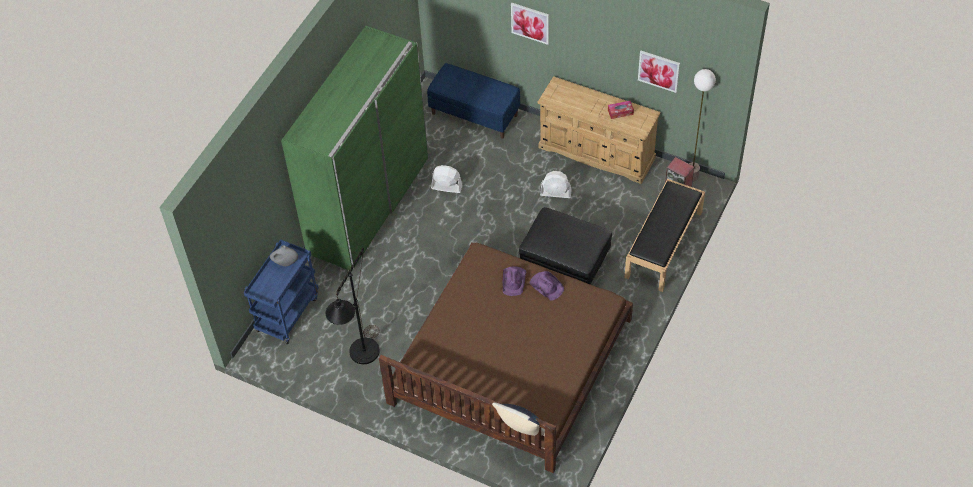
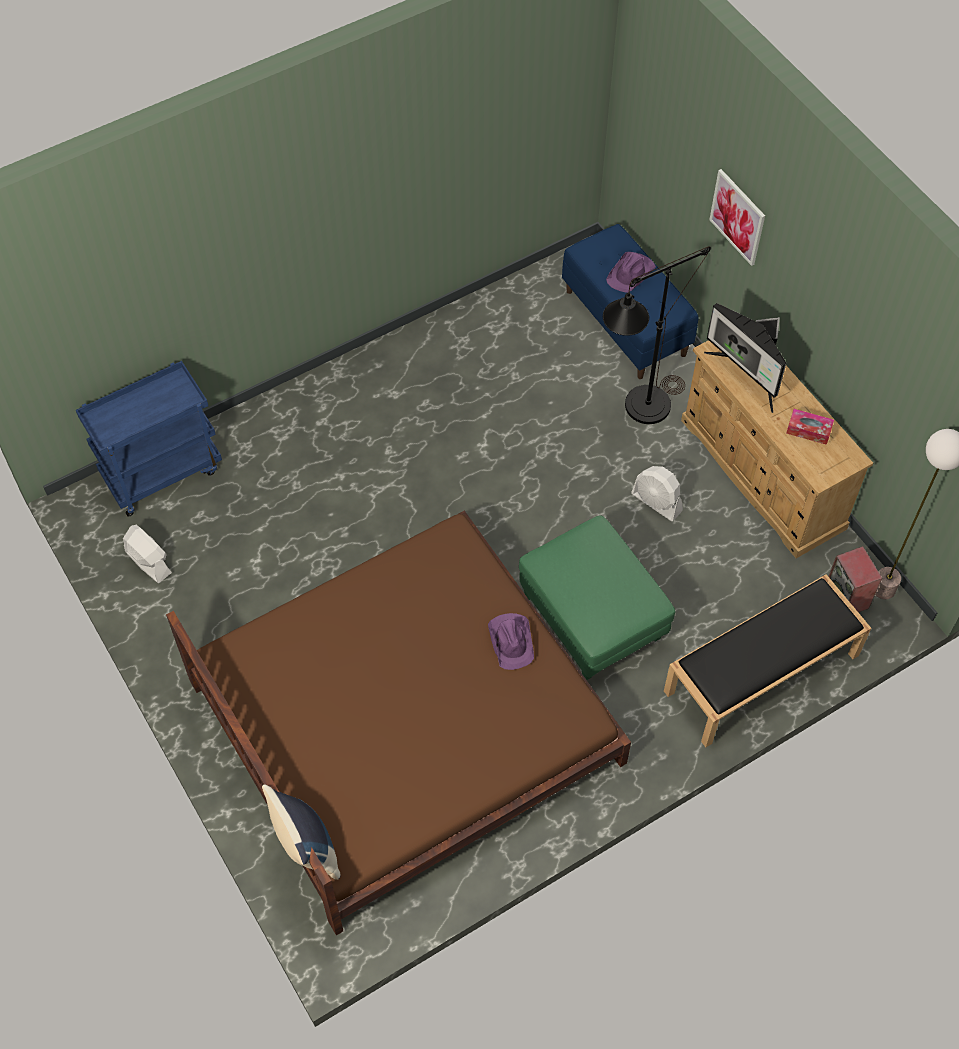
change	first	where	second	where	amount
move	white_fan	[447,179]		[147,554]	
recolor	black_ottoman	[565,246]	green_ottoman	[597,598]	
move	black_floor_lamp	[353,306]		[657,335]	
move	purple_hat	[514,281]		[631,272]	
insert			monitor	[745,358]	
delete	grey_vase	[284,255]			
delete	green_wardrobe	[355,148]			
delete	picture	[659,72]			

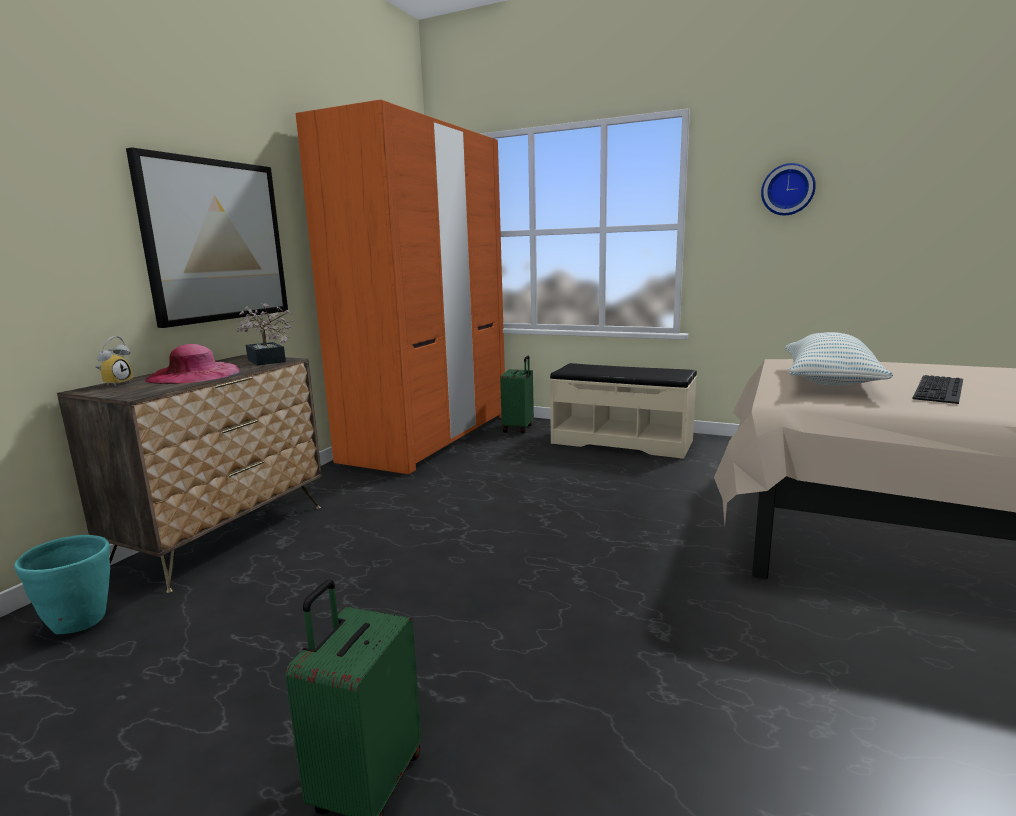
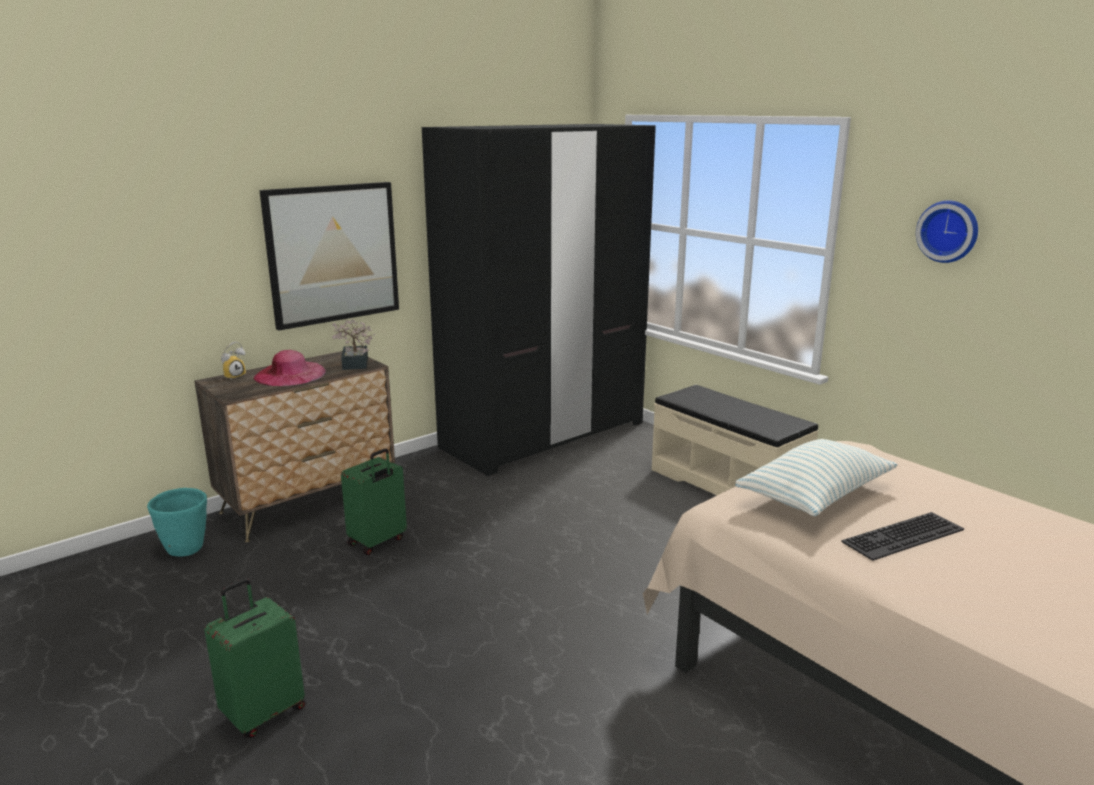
change	first	where	second	where	amount
move	green_suitcase	[517,394]		[374,501]	
recolor	orange_wardrobe	[400,287]	black_wardrobe	[539,300]	

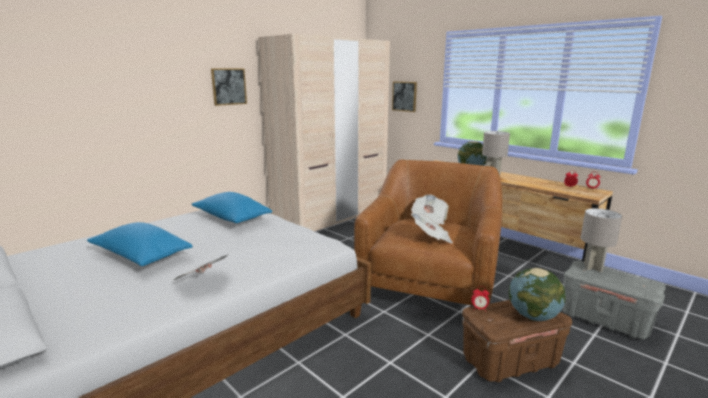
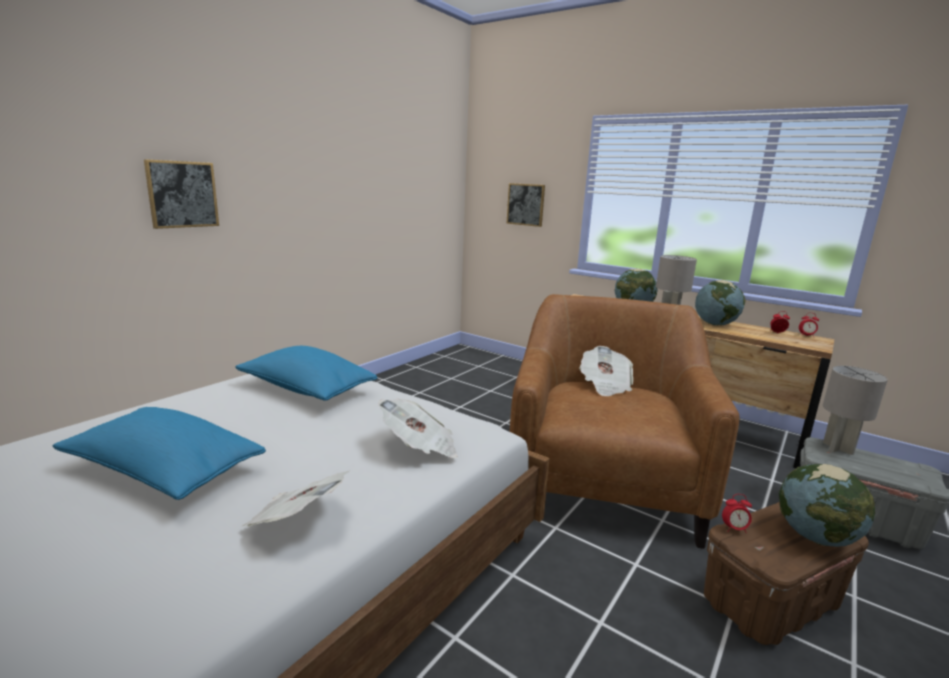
change	first	where	second	where	amount
move	picture	[229,87]		[181,194]	
move	newspaper	[432,228]		[418,428]	
insert			globe	[720,303]	
delete	beige_wardrobe	[324,132]			

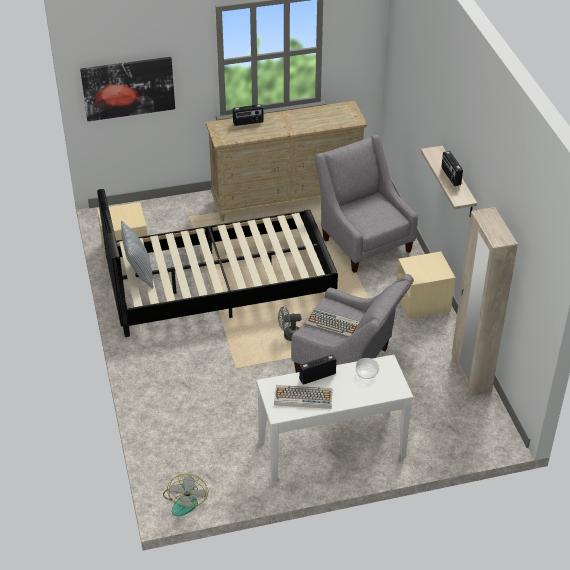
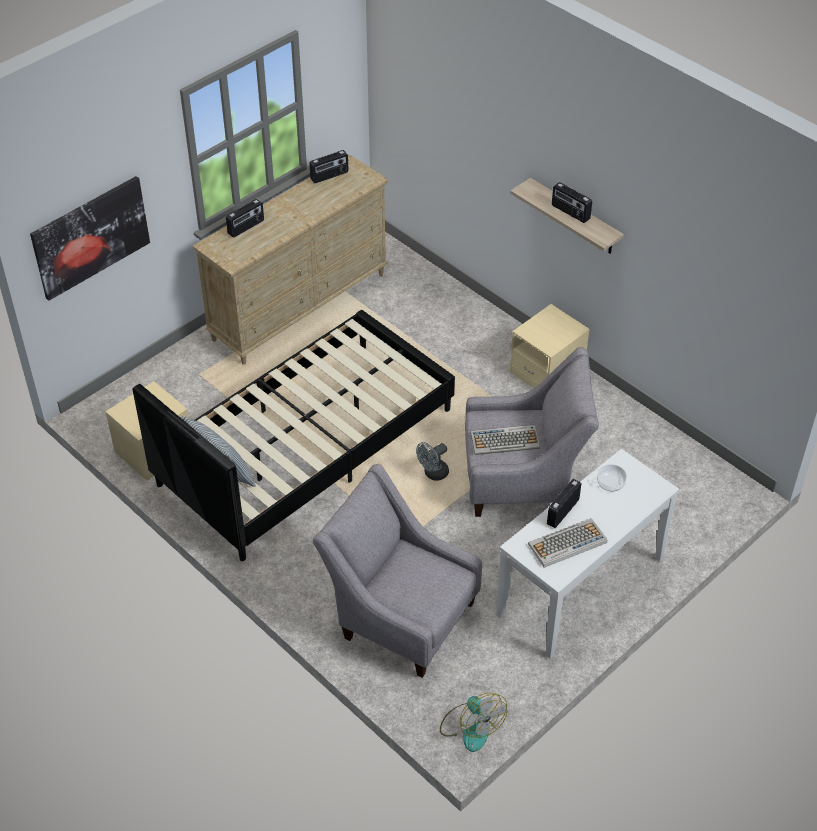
change	first	where	second	where	amount
insert			radio	[329,166]	
move	grey_armchair	[366,204]		[397,571]	
delete	beige_wardrobe	[485,301]			

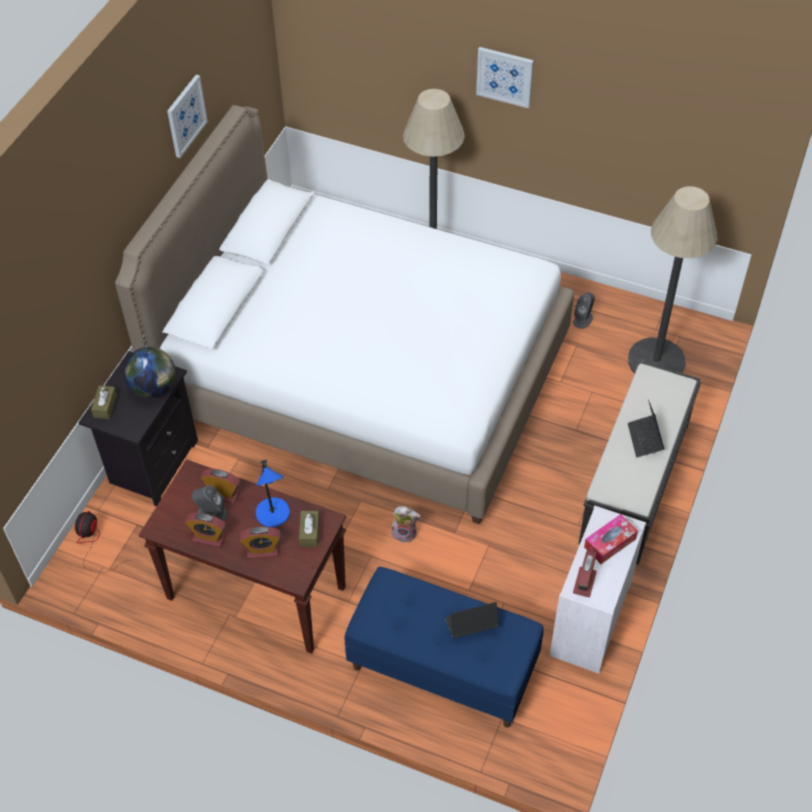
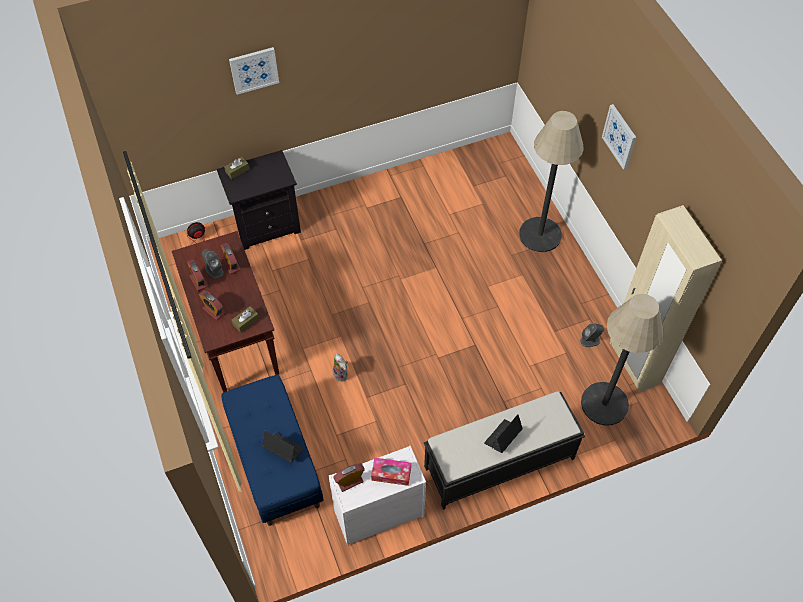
change	first	where	second	where	amount
move	picture	[187,116]		[254,71]	
insert			beige_wardrobe	[666,298]	
delete	white_bed	[344,314]			
delete	globe	[150,372]			
delete	blue_table_lamp	[272,493]			

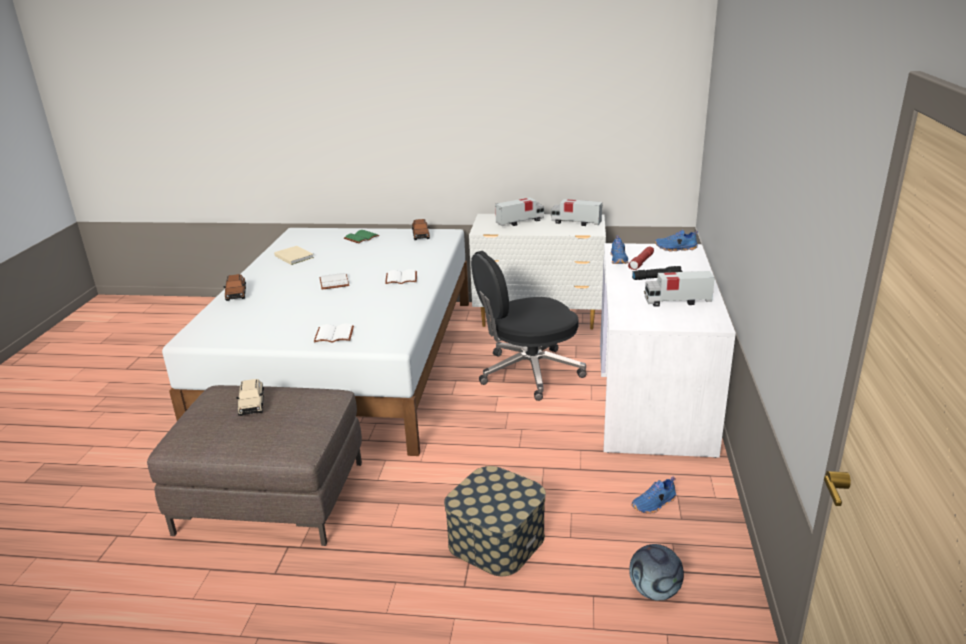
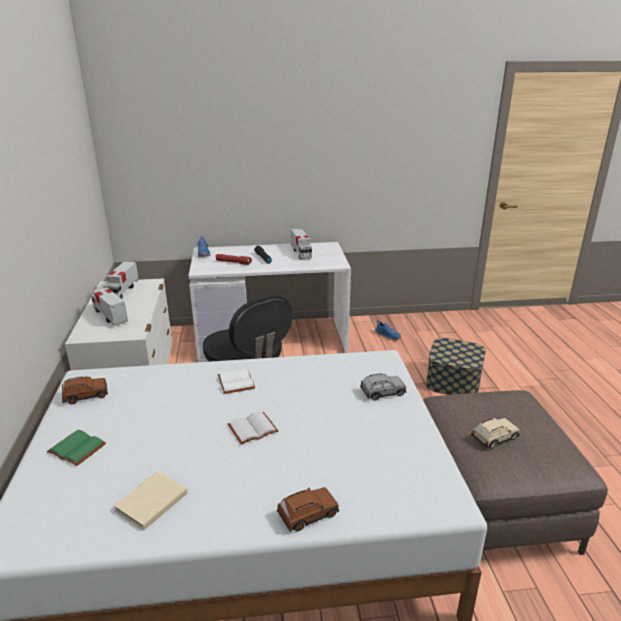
change	first	where	second	where	amount
replace	white_book	[334,333]	grey_toy_car	[383,387]	
delete	blue_shoe	[619,249]			
delete	football	[656,572]			

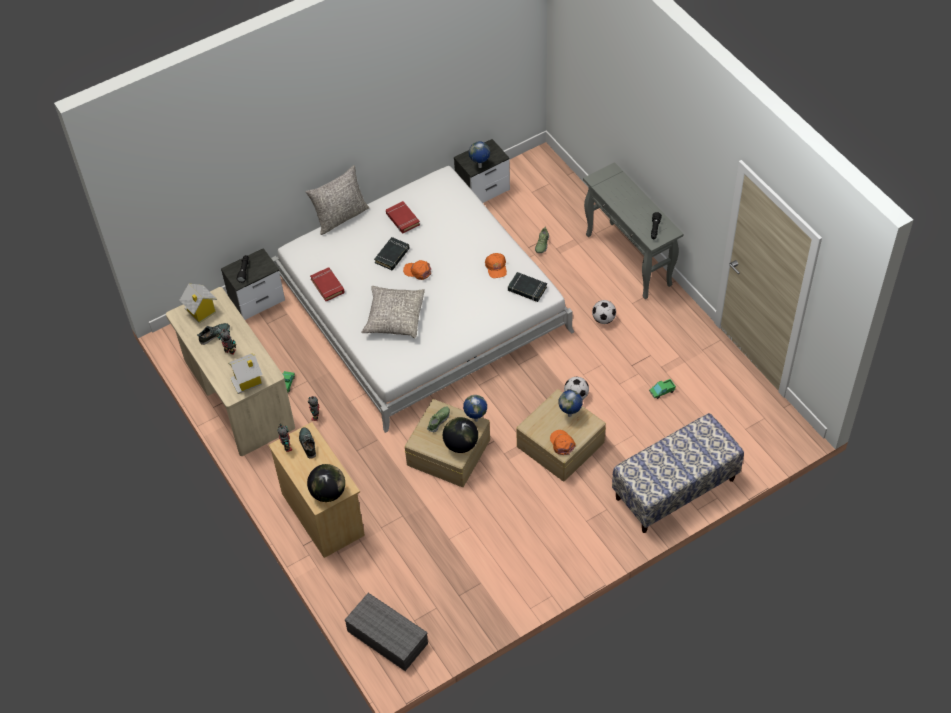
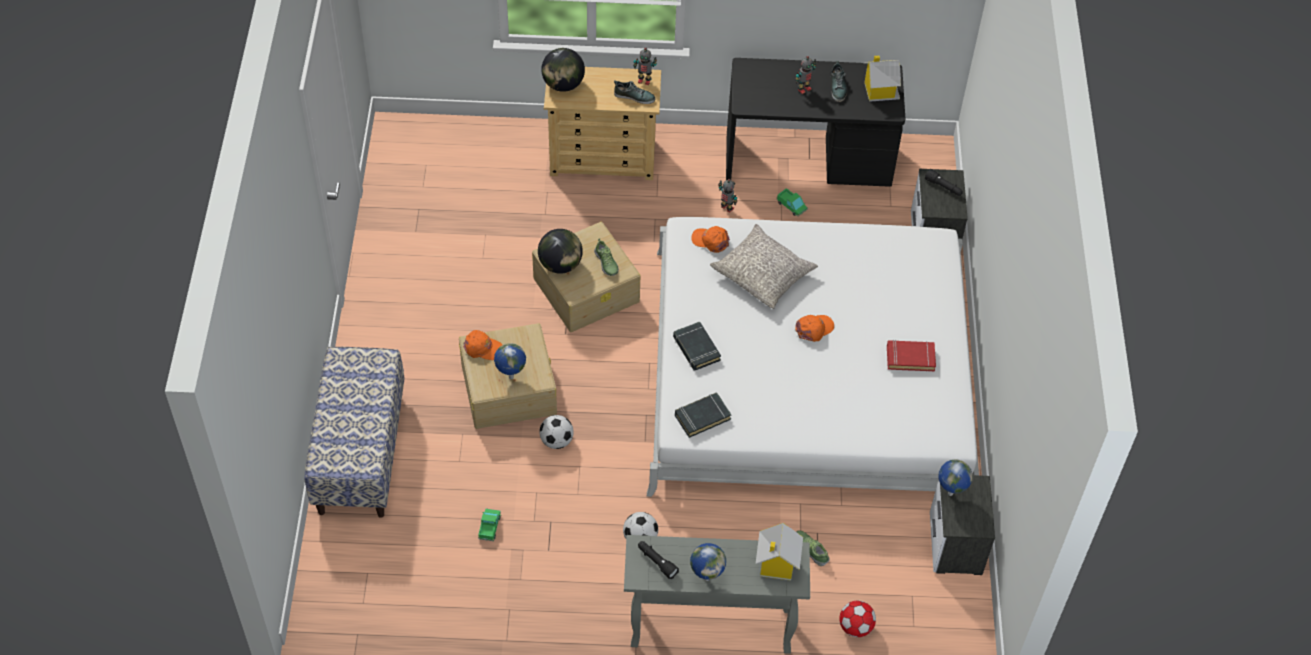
change	first	where	second	where	amount
move	black_book	[392,253]		[697,346]	
move	globe	[475,408]		[708,562]	
move	orange_cap	[496,265]		[710,239]	
recolor	beige_desk	[230,371]	black_desk	[815,122]	
move	toy_house	[245,373]		[779,552]	
insert			football	[857,619]	
delete	grey_pillow	[337,200]			
delete	red_book	[327,284]			
delete	grey_storage_box	[386,632]			

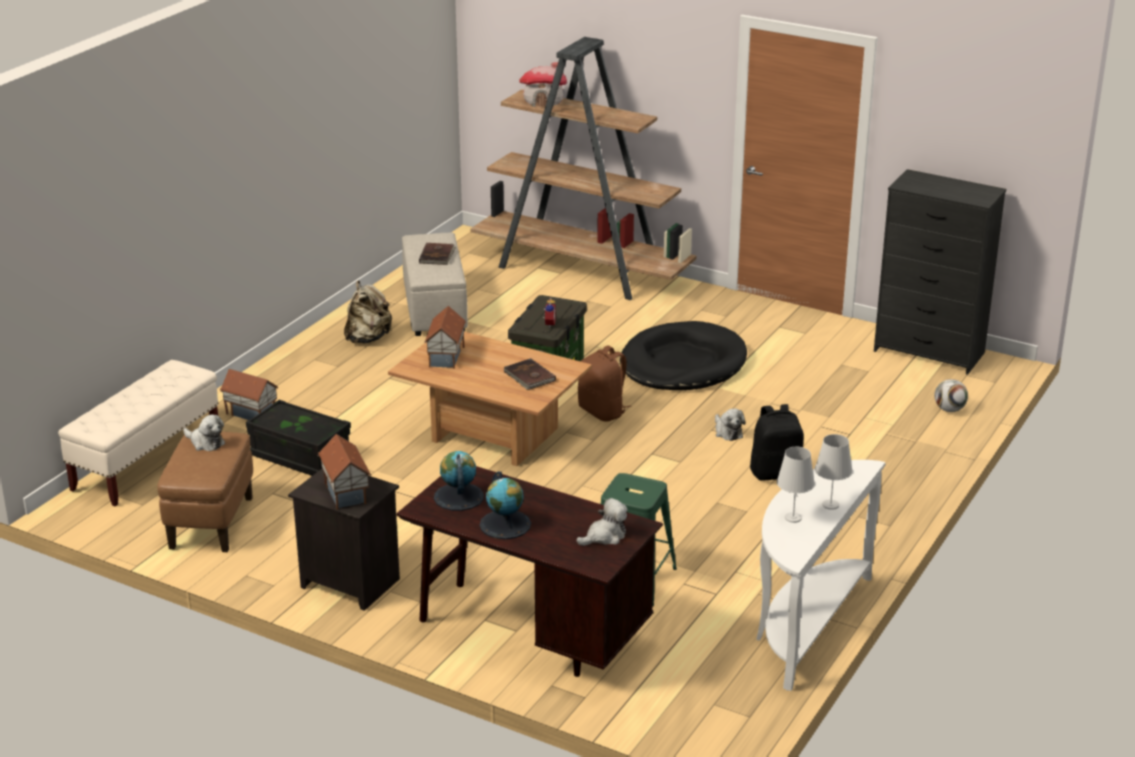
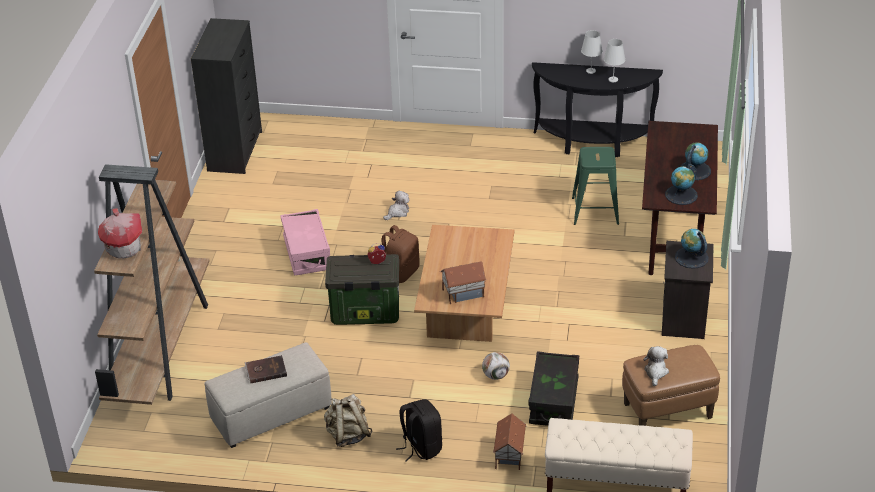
change	first	where	second	where	amount
replace	black_dog_bed	[683,355]	pink_storage_box	[305,242]	
move	black_backpack	[777,442]		[419,430]	
move	football	[951,395]		[496,366]	
recolor	white_console_table	[821,575]	black_console_table	[597,109]	
replace	toy_house	[344,472]	globe	[692,249]	
delete	brown_book	[530,374]			
delete	plush_toy	[602,522]			

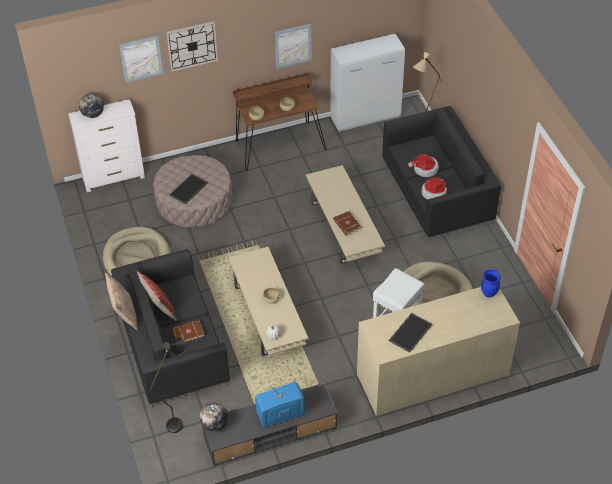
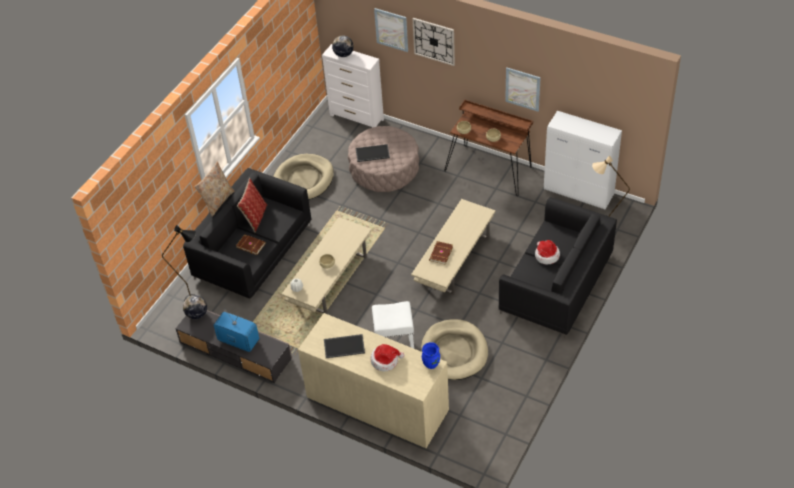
change	first	where	second	where	amount
move	hat	[434,188]		[387,357]	

